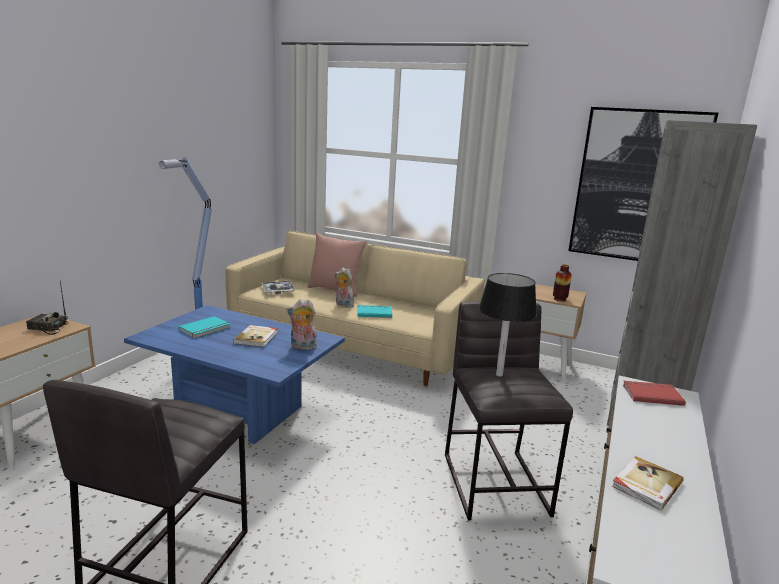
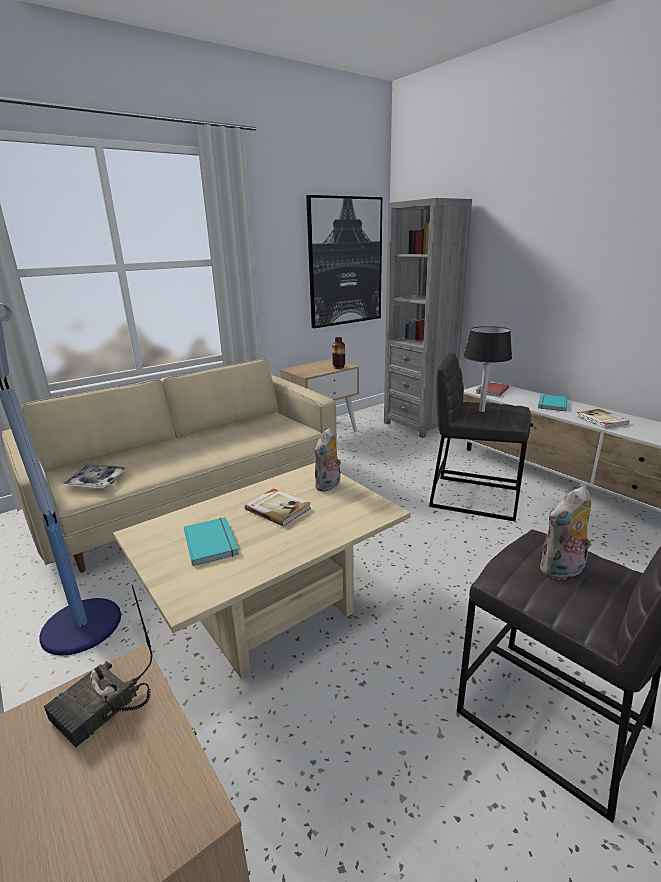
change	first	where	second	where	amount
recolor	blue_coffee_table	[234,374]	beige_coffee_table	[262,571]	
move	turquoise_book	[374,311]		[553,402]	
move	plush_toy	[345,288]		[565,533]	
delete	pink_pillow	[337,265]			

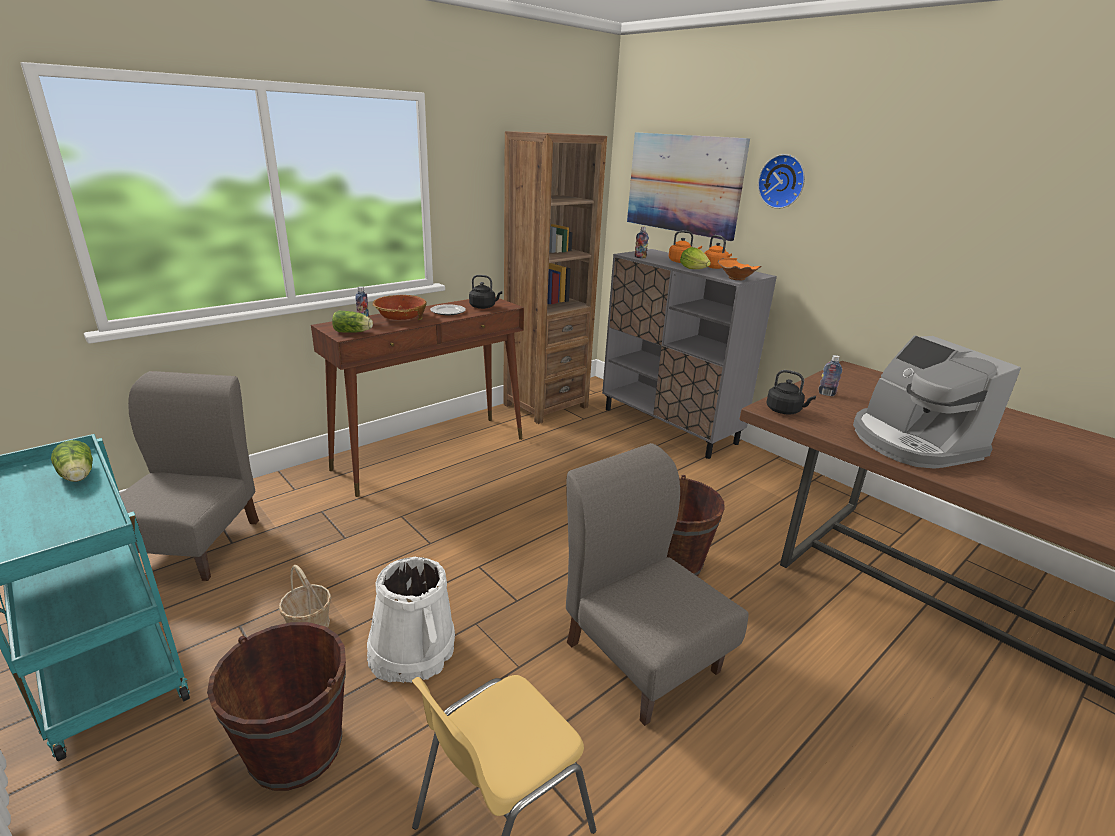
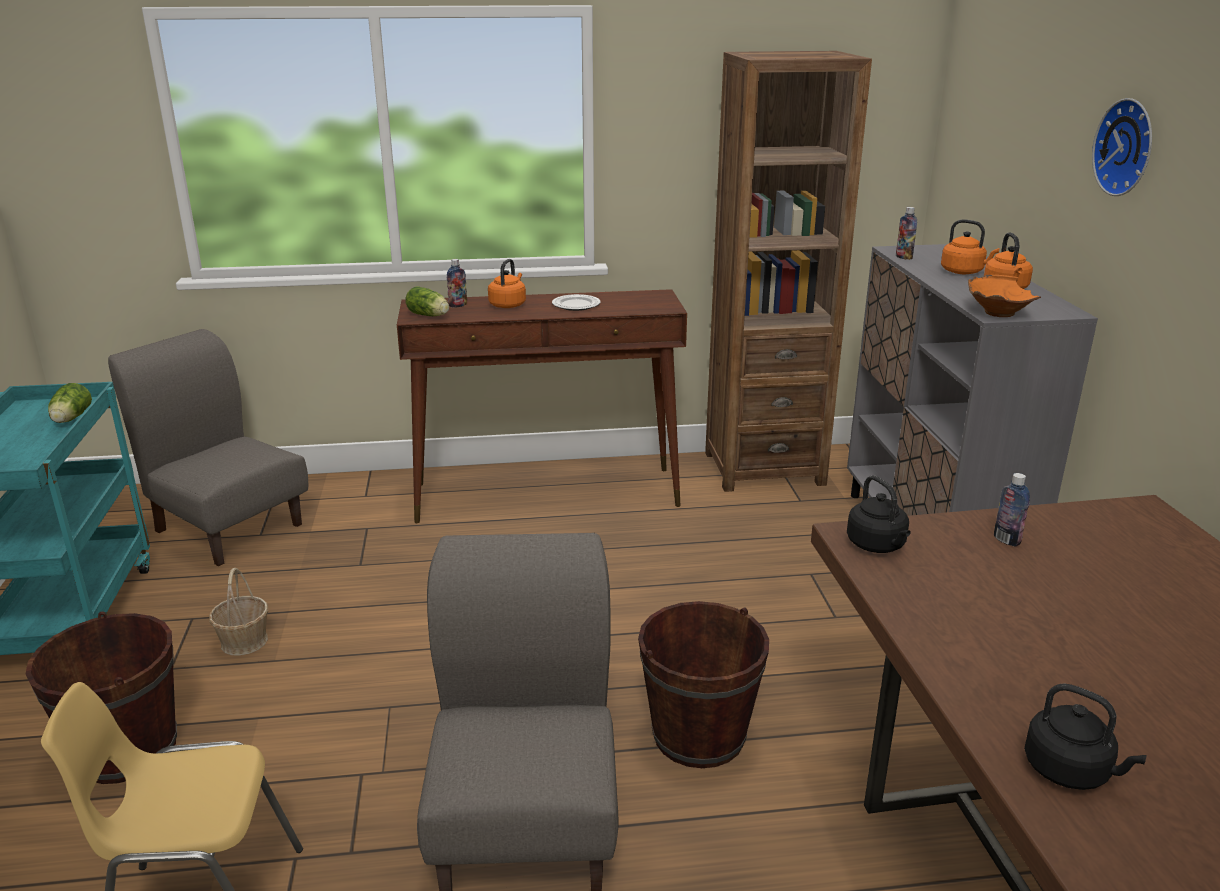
change	first	where	second	where	amount
rotate	grey_chair	[189,476]		[208,447]	90 degrees counterclockwise
replace	bowl	[399,307]	orange_kettle	[507,283]	
move	black_kettle	[485,292]		[1085,736]	
delete	white_bucket	[411,620]			
delete	picture	[688,186]			
delete	lettuce	[695,258]			
delete	coffee_machine	[937,402]			

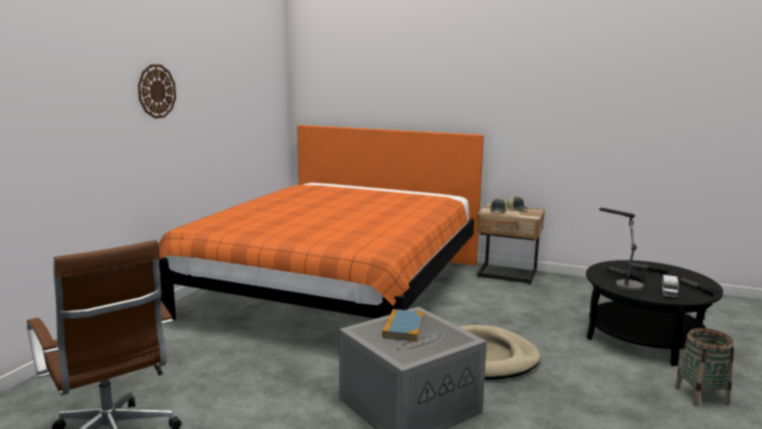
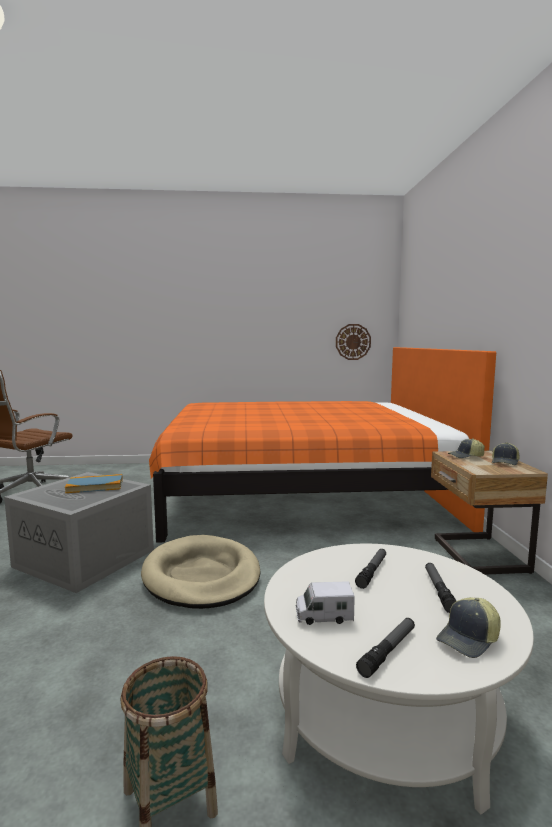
change	first	where	second	where	amount
recolor	black_coffee_table	[654,313]	white_coffee_table	[399,679]	
move	wall_clock	[157,91]		[353,342]	
insert			cap	[468,627]	
delete	table_lamp	[621,249]			

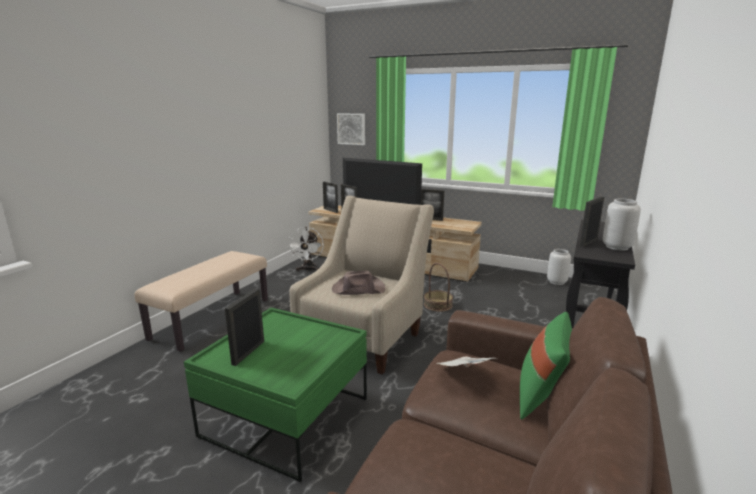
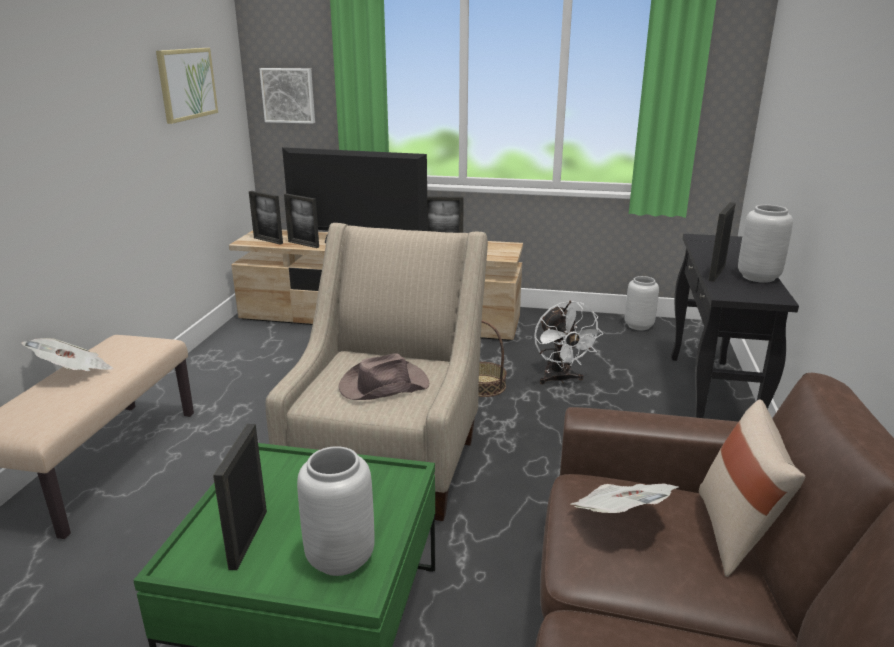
change	first	where	second	where	amount
insert			newspaper	[67,354]	
insert			picture	[187,86]	
insert			grey_vase	[336,511]	
move	white_fan	[306,249]		[569,342]	
recolor	green_pillow	[546,366]	beige_pillow	[752,488]	

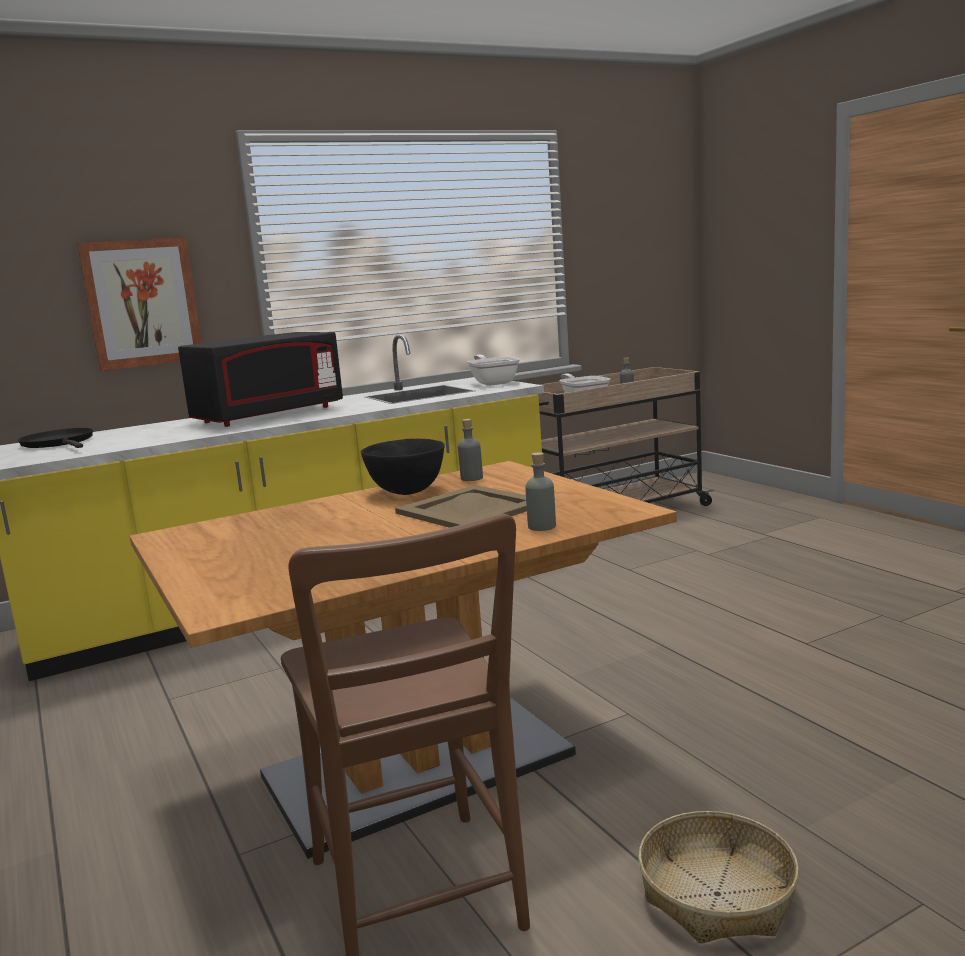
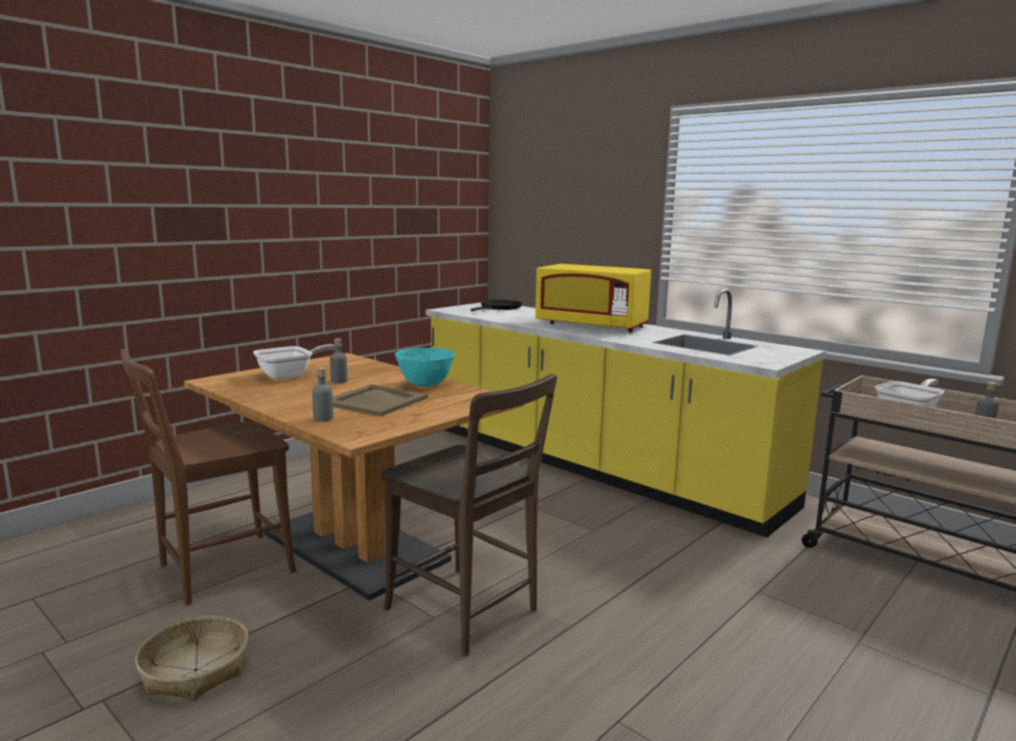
change	first	where	second	where	amount
move	frying_pan	[493,370]		[294,362]	
move	grey_bottle	[470,450]		[338,361]	
insert			brown_chair	[468,515]	
recolor	black_bowl	[403,466]	turquoise_bowl	[425,367]	
recolor	black_microwave	[260,379]	yellow_microwave	[593,298]	
delete	picture	[139,304]			

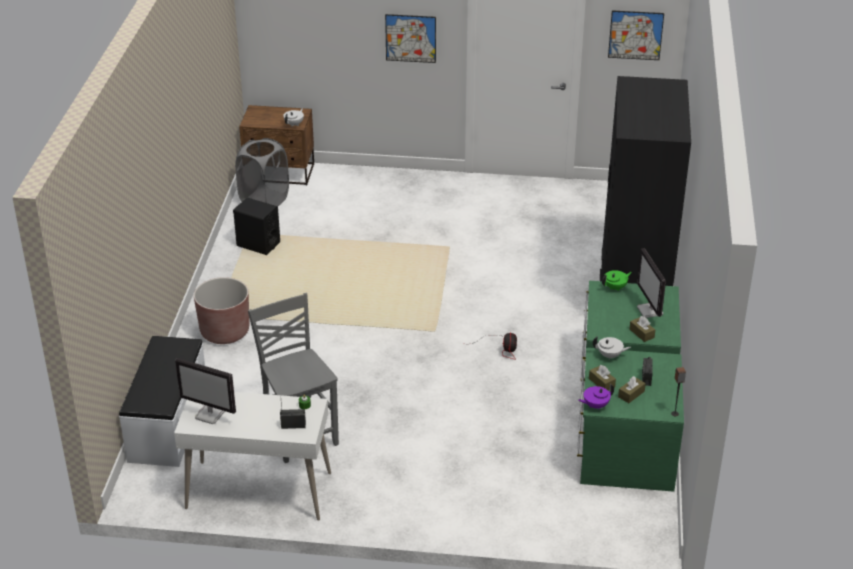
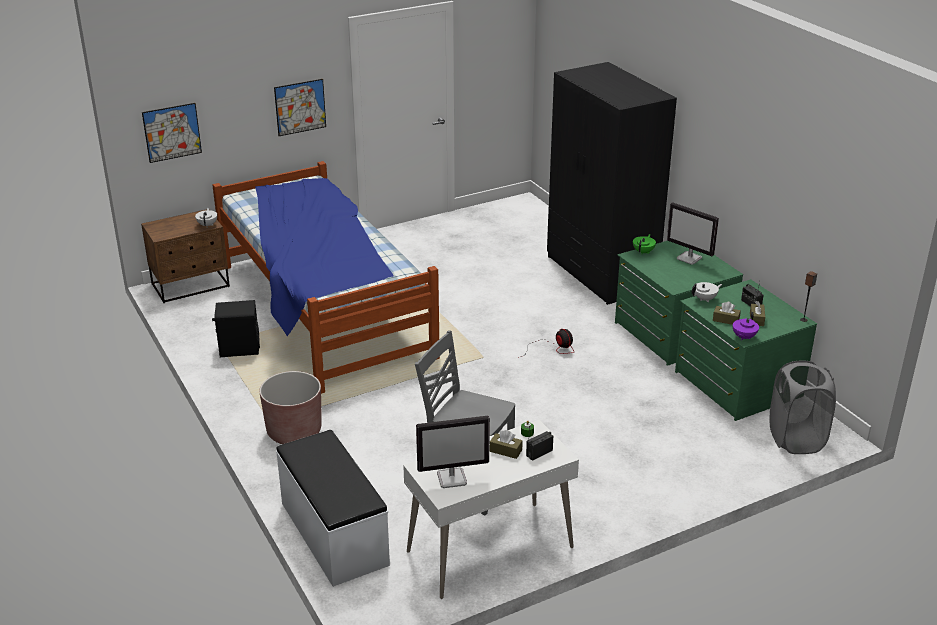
change	first	where	second	where	amount
move	picture	[636,35]		[172,133]	
insert			bed	[326,277]	
move	brown_tissue_box	[642,329]		[506,444]	
move	grey_laundry_basket	[262,172]		[803,407]	

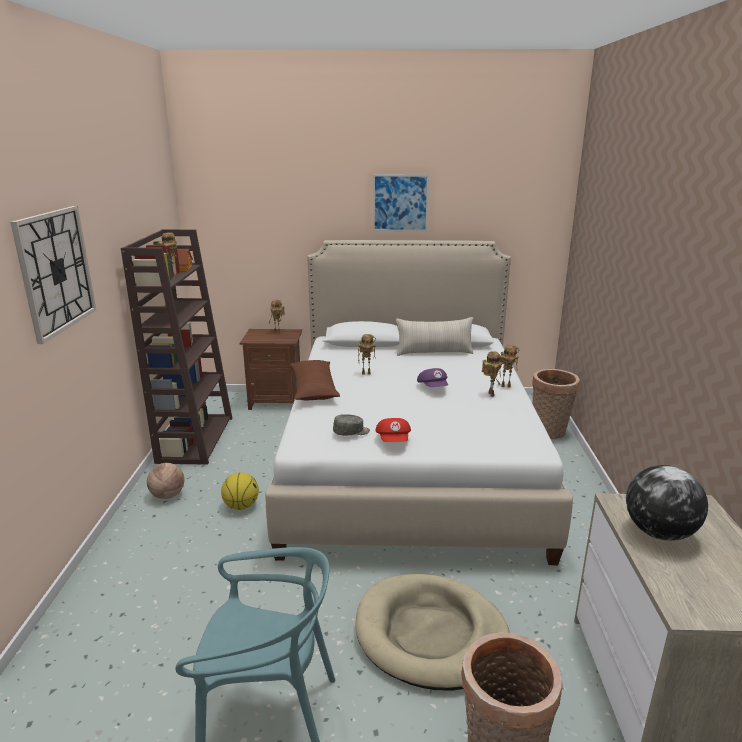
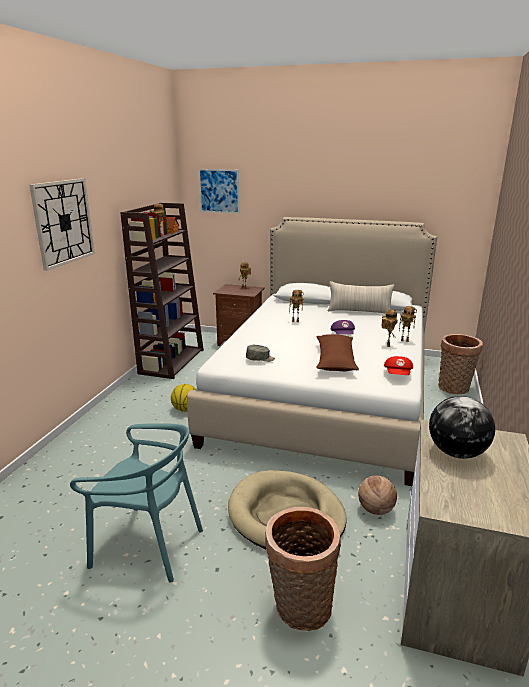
change	first	where	second	where	amount
move	picture	[401,203]		[219,191]	
move	brown_pillow	[315,380]		[337,352]	
move	basketball	[165,481]		[377,495]	
move	red_cap	[393,430]		[398,365]	

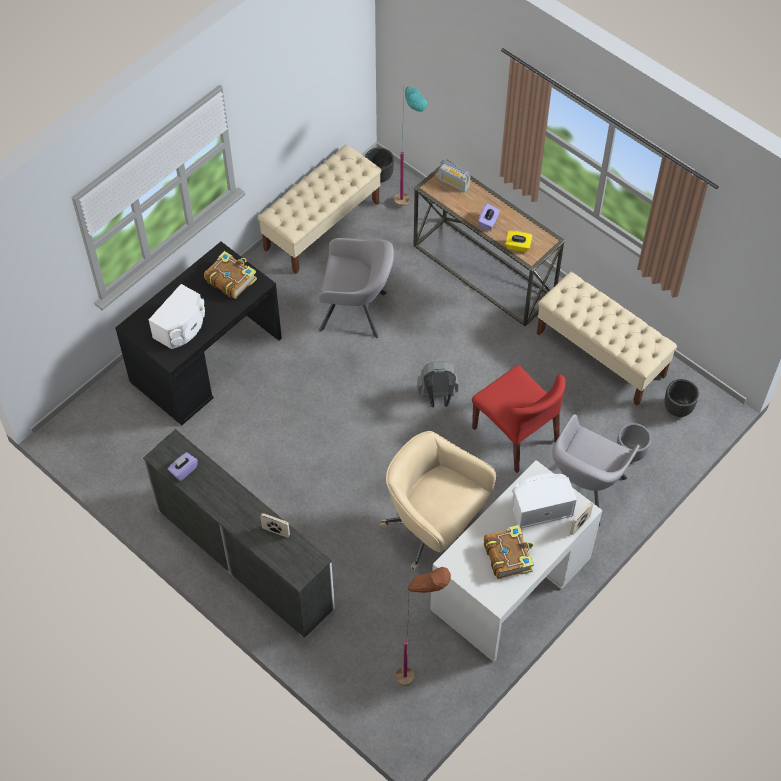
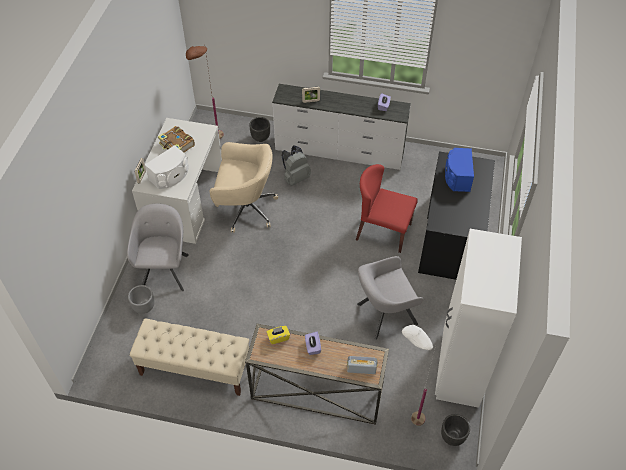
change	first	where	second	where	amount
move	black_planter	[681,398]		[259,129]	
move	grey_backpack	[438,384]		[296,166]	
move	red_chair	[519,419]		[387,208]	
recolor	turquoise_floor_lamp	[410,146]	white_floor_lamp	[419,375]	
replace	beige_bench	[320,209]	white_wardrobe	[478,318]	
recolor	white_speaker	[177,316]	blue_speaker	[459,170]	
delete	book	[230,275]			

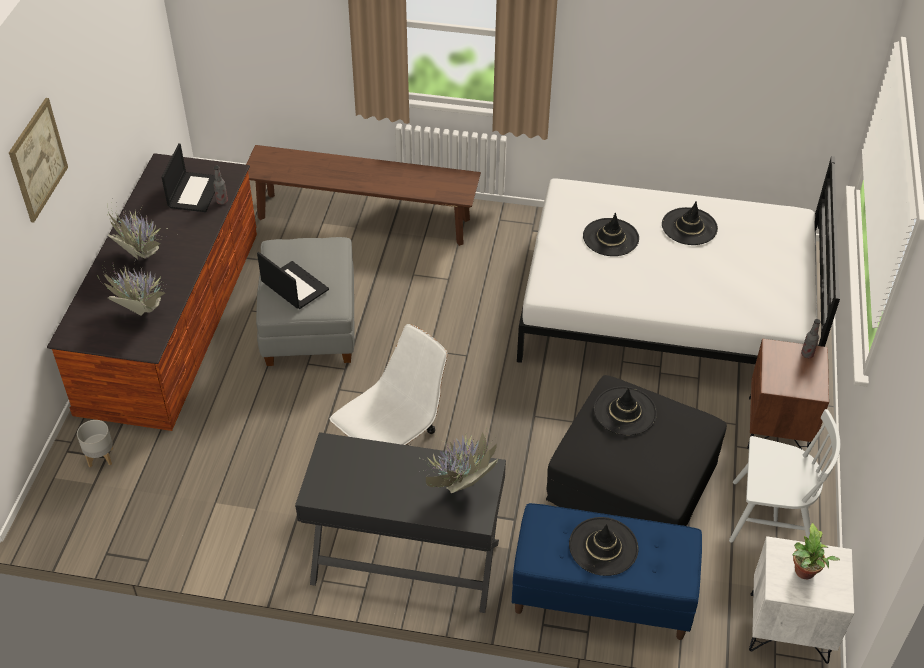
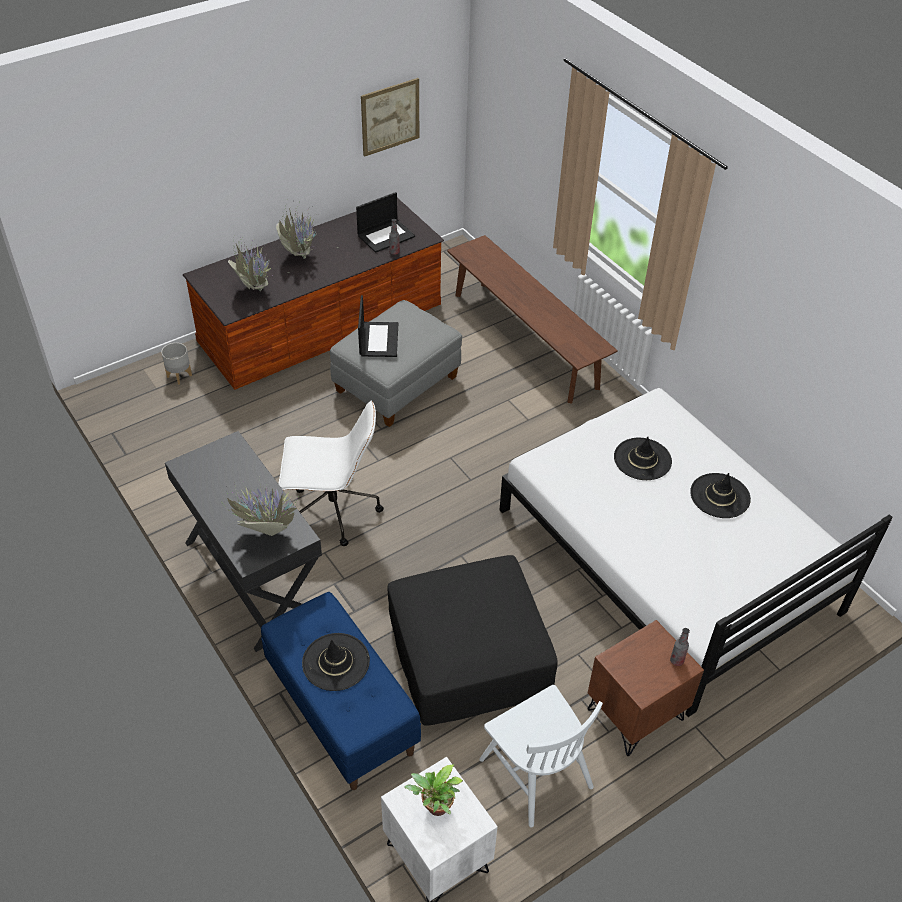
change	first	where	second	where	amount
move	picture	[38,160]		[390,117]	
delete	black_hat	[625,410]			

